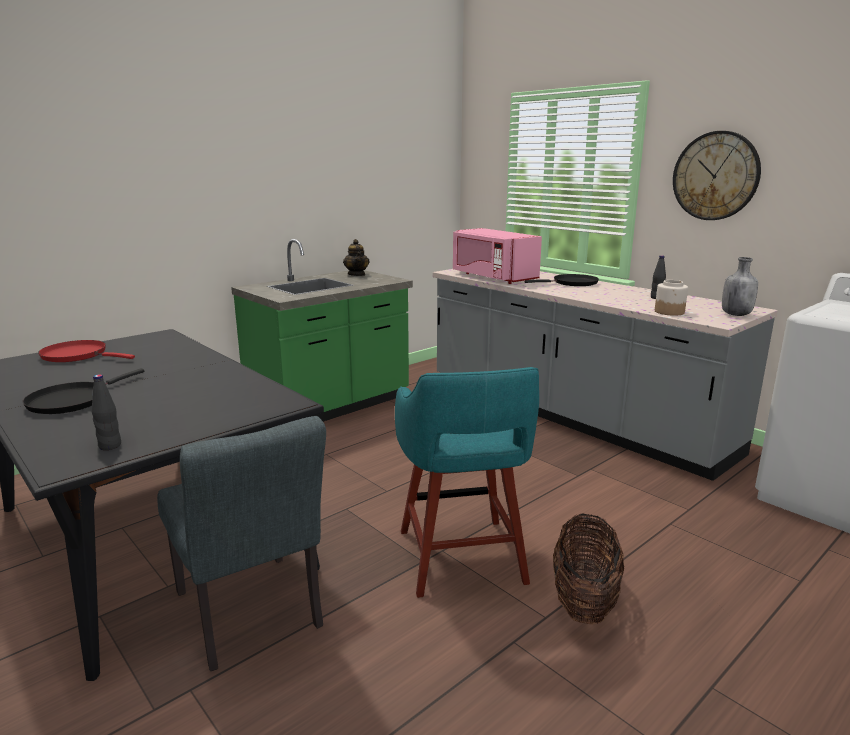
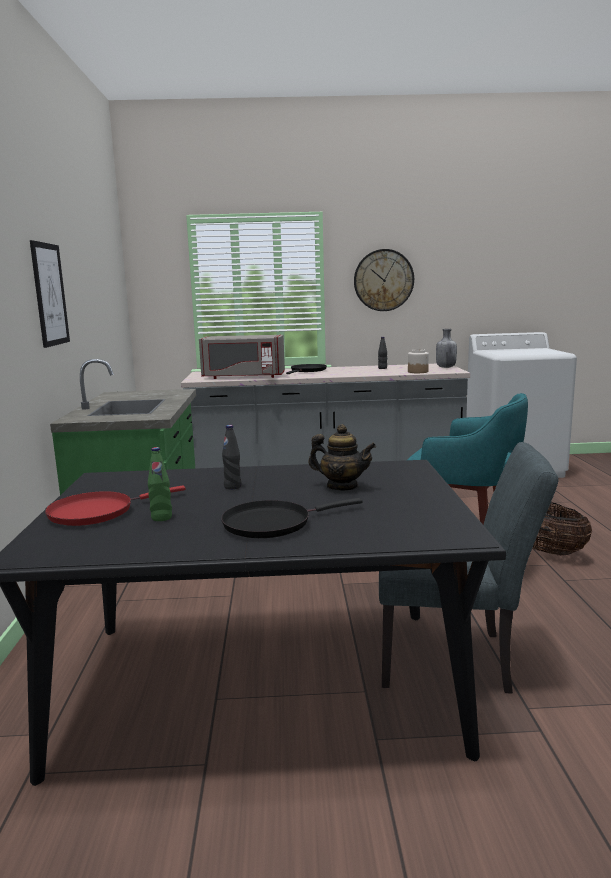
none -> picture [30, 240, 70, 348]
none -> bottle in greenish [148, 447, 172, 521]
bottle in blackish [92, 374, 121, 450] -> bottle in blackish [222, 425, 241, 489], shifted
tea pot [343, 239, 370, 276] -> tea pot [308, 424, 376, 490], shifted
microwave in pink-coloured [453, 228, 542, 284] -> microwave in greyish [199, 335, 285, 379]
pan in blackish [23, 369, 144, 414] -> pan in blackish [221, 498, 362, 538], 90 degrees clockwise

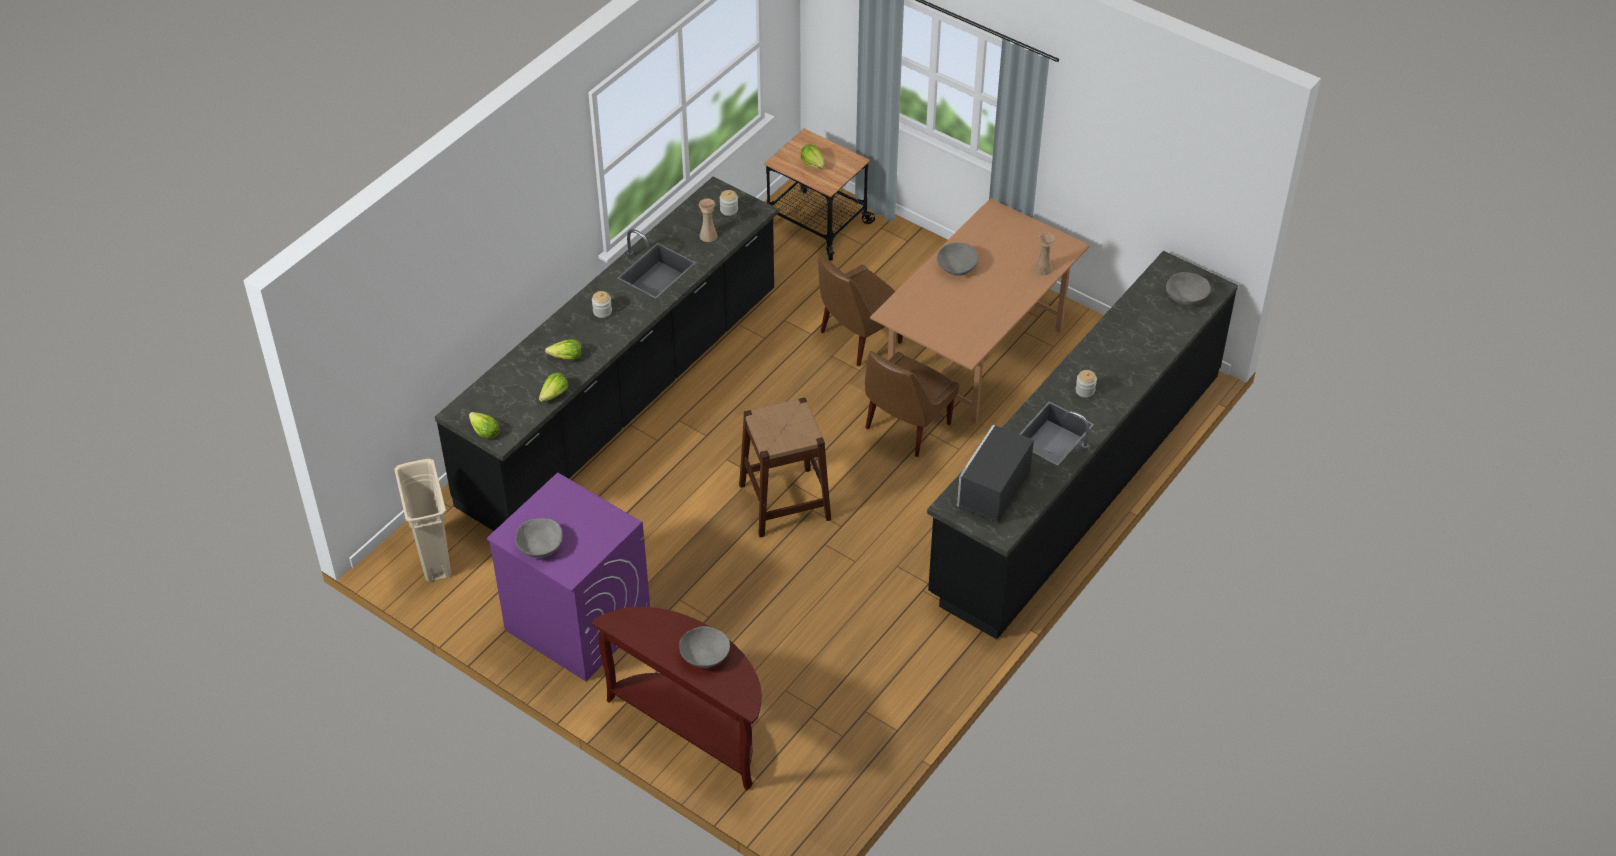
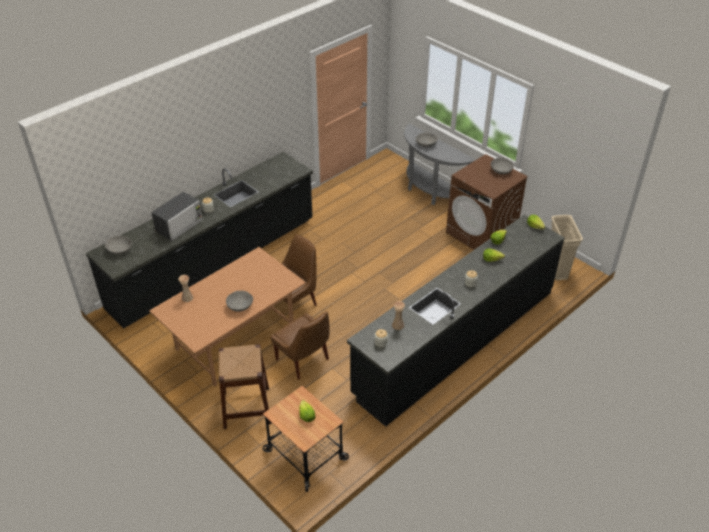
stool in brown-coloured [739, 397, 831, 537] -> stool in brown-coloured [219, 344, 272, 429], shifted
microwave [956, 424, 1034, 523] -> microwave [151, 192, 203, 241], shifted
laundry machine in purple-coloured [486, 473, 650, 681] -> laundry machine in brown-coloured [446, 154, 528, 250]
narrow table in brown-coloured [592, 607, 762, 791] -> narrow table in greyish [404, 124, 476, 205]
upright chair in brown-coloured [818, 254, 903, 366] -> upright chair in brown-coloured [271, 311, 330, 380], 75 degrees clockwise

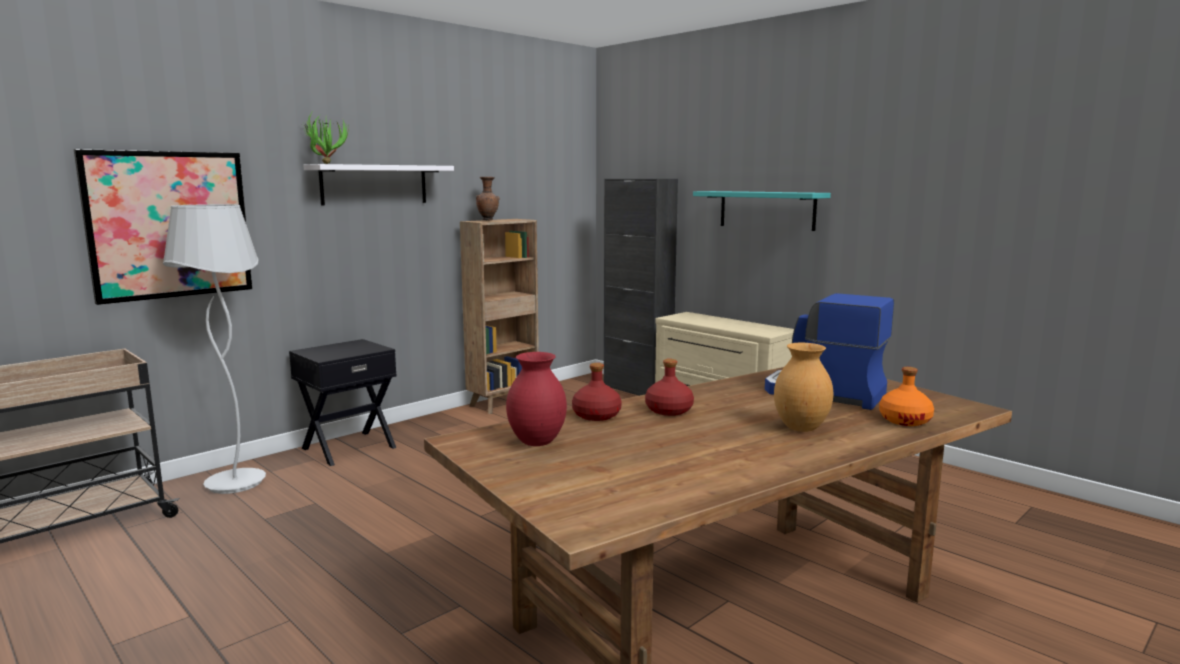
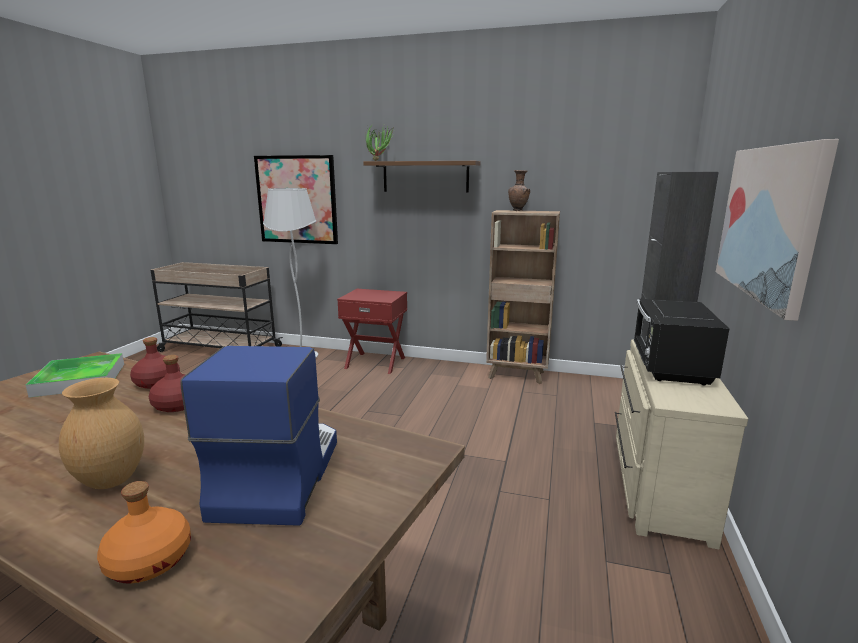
none -> microwave in blackish [634, 299, 729, 386]
decorative vase in red [506, 352, 567, 446] -> serving tray [26, 353, 124, 398]
bracket shelf in blue-green [693, 191, 831, 231] -> picture [716, 139, 839, 321]
nightstand in blackish [289, 339, 397, 466] -> nightstand in red [337, 289, 407, 374]
bracket shelf in white-coloured [303, 164, 454, 206] -> bracket shelf in brown-coloured [363, 161, 481, 193]

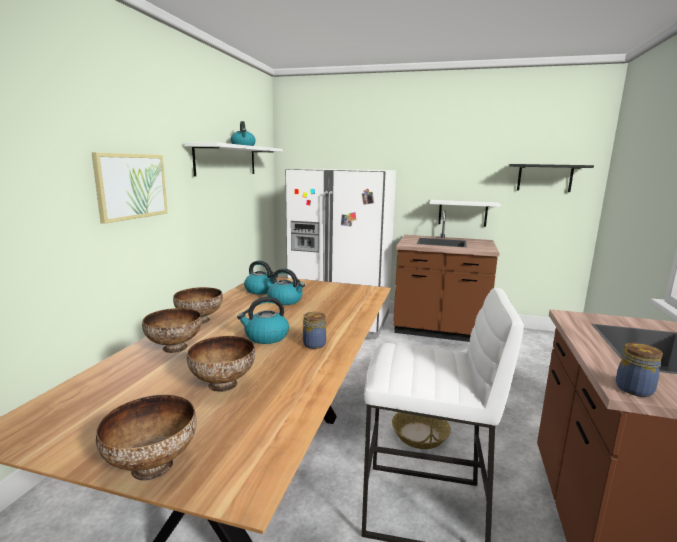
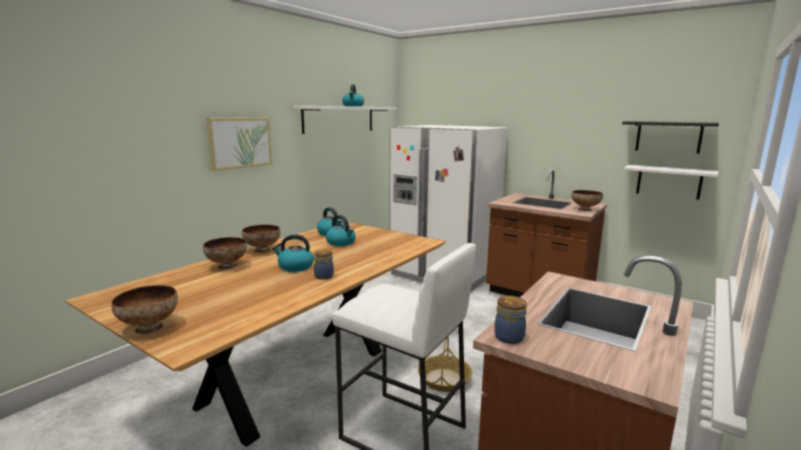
deep dish [187, 336, 255, 392] -> deep dish [571, 190, 603, 211], shifted
bracket shelf in white-coloured [429, 200, 501, 227] -> bracket shelf in white-coloured [623, 165, 718, 200], shifted

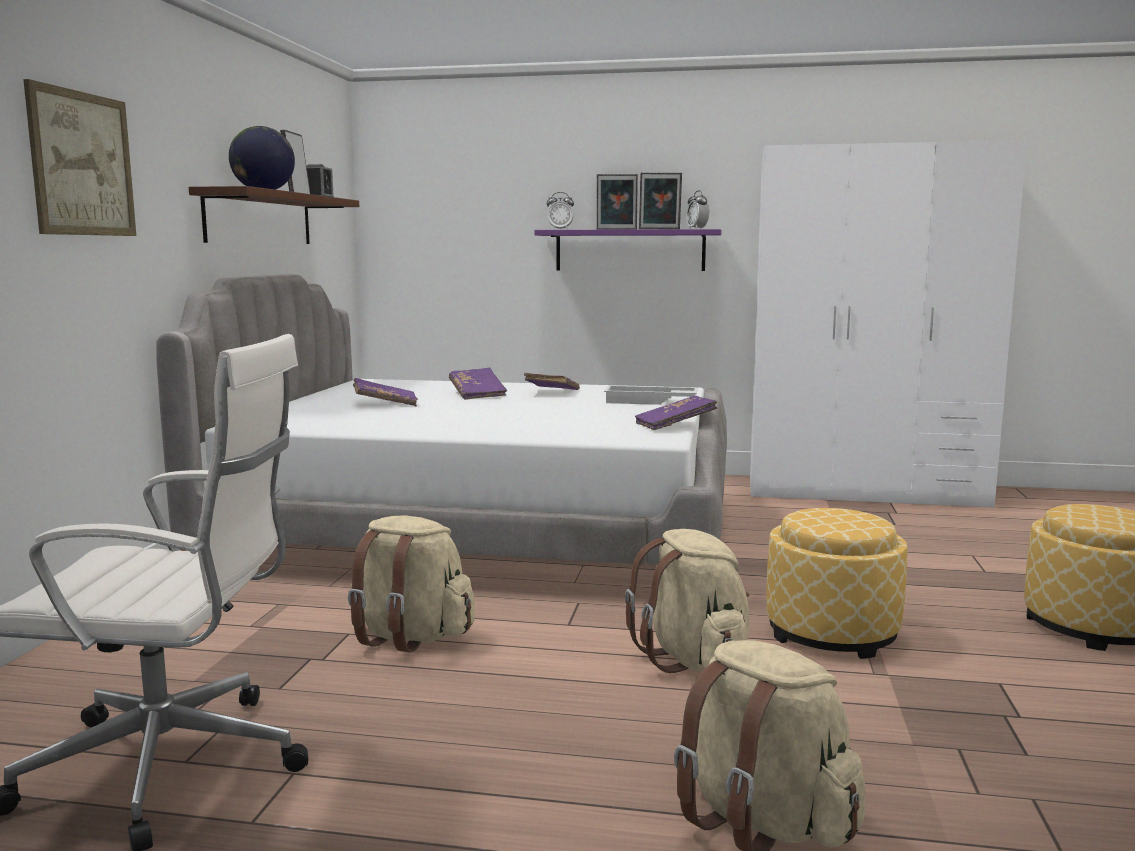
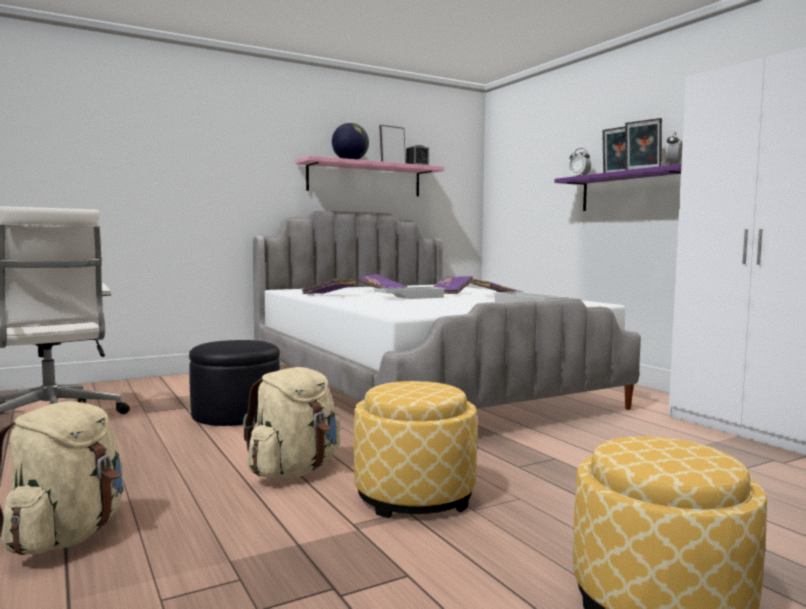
picture [23, 79, 136, 236] -> none
none -> serving tray in white-coloured [373, 287, 446, 299]
book in purple-coloured [635, 396, 718, 430] -> book in purple-coloured [302, 279, 356, 294], shifted
backpack in beige-coloured [348, 515, 475, 652] -> pouffe in blackish [189, 340, 280, 426]
bracket shelf in brown-coloured [189, 186, 359, 244] -> bracket shelf in pink-coloured [295, 156, 444, 196]

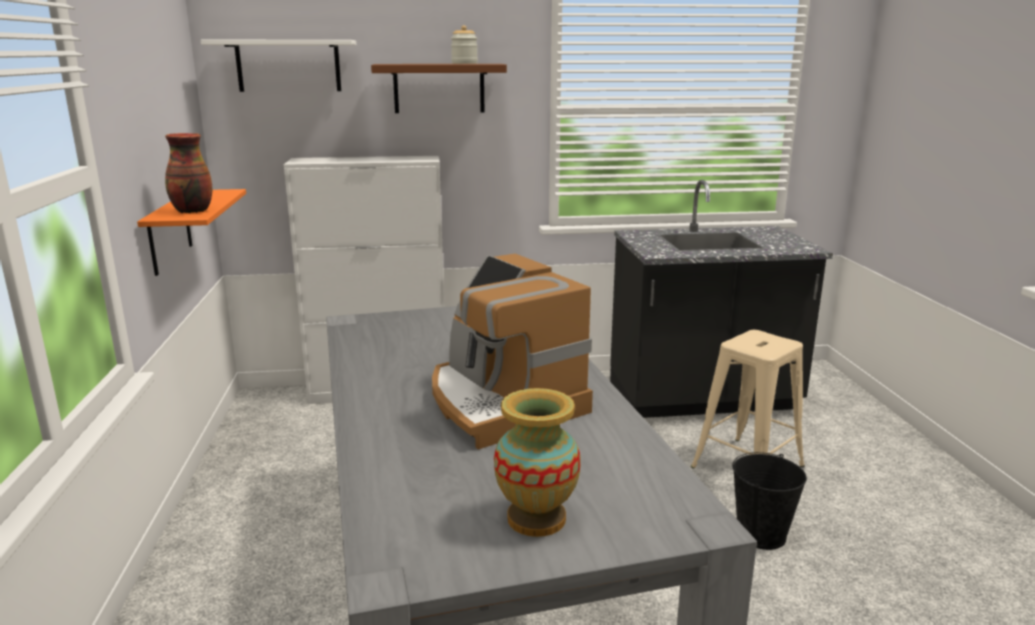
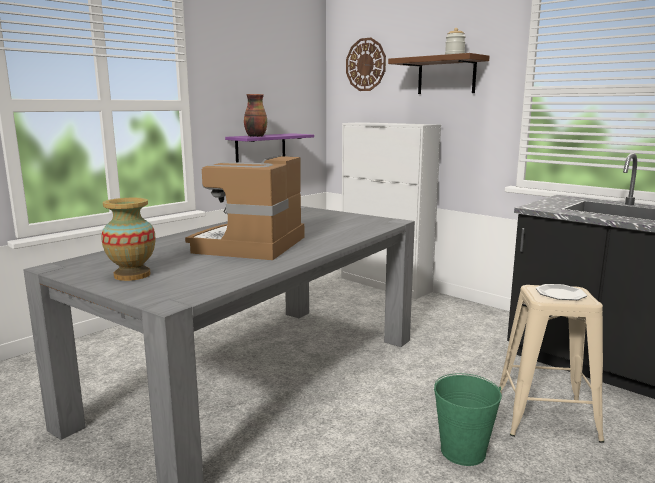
none -> dinner plate [536, 284, 587, 300]
bracket shelf in white-coloured [201, 40, 356, 92] -> wall clock [346, 37, 386, 91]
bracket shelf in orange-coloured [137, 189, 246, 276] -> bracket shelf in purple-coloured [225, 133, 314, 163]
pail in blackish [732, 452, 807, 550] -> pail in greenish [434, 373, 502, 466]

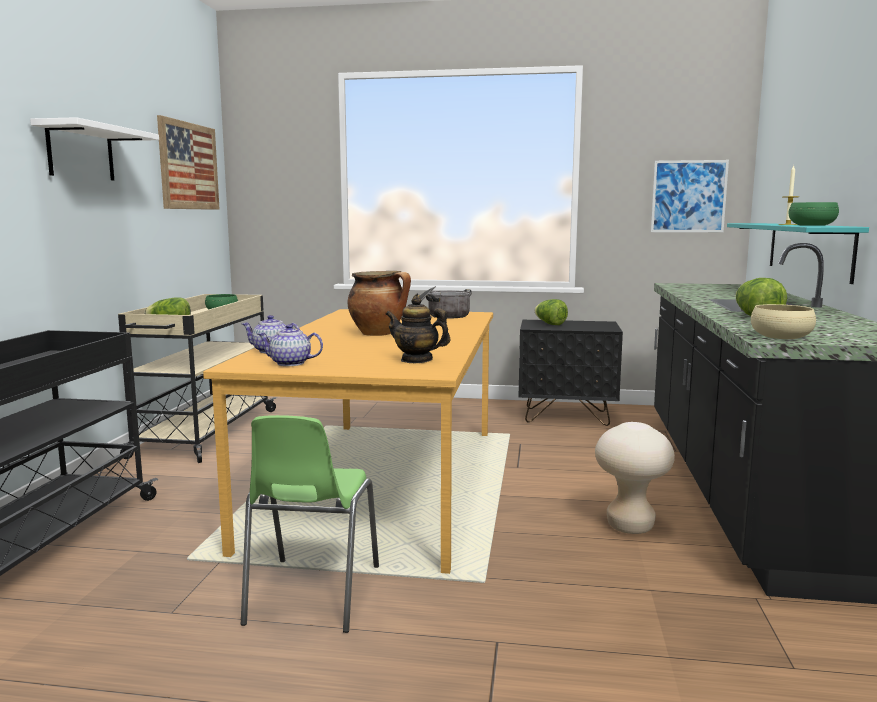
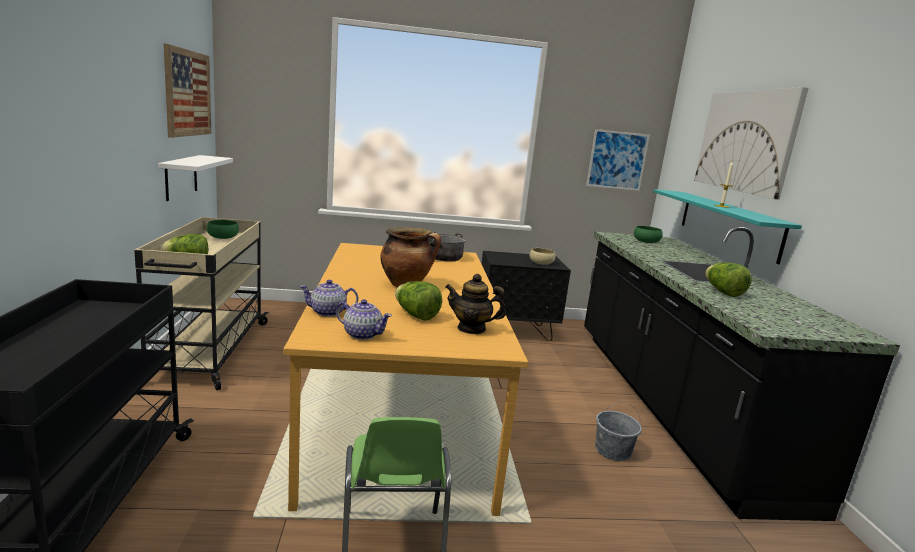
none -> picture [694, 87, 808, 200]
bracket shelf in white-coloured [30, 117, 159, 181] -> bracket shelf in white-coloured [158, 155, 233, 201], shifted
lettuce [535, 299, 568, 325] -> lettuce [395, 281, 442, 321], shifted
deep dish in beige-coloured [751, 304, 816, 339] -> deep dish in beige-coloured [530, 248, 556, 265], shifted
deep dish in greenish [789, 202, 839, 226] -> deep dish in greenish [634, 226, 663, 243], shifted
stool in beige-coloured [595, 422, 675, 534] -> pail in greyish [595, 402, 642, 461]
tea pot [258, 324, 323, 366] -> tea pot [336, 299, 392, 340], 150 degrees counterclockwise

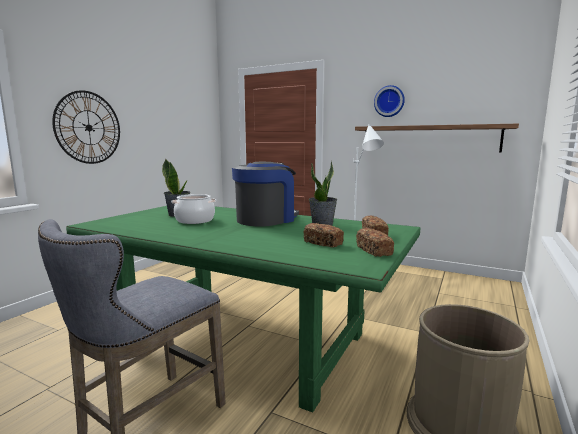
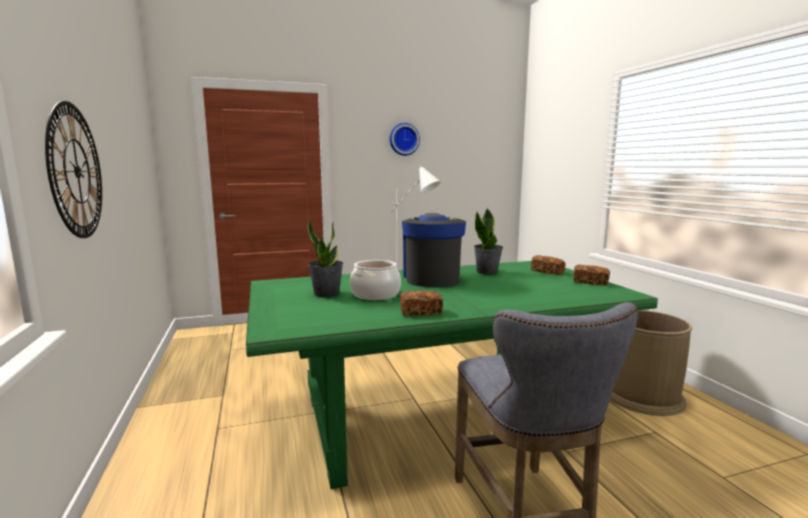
bracket shelf [355, 124, 519, 152] -> none
baked bread [304, 223, 344, 248] -> baked bread [400, 290, 443, 316], shifted

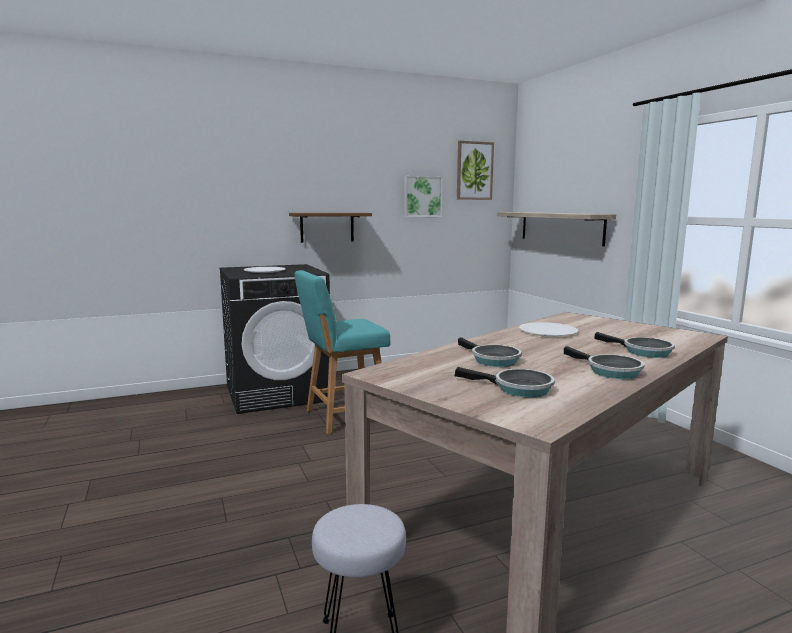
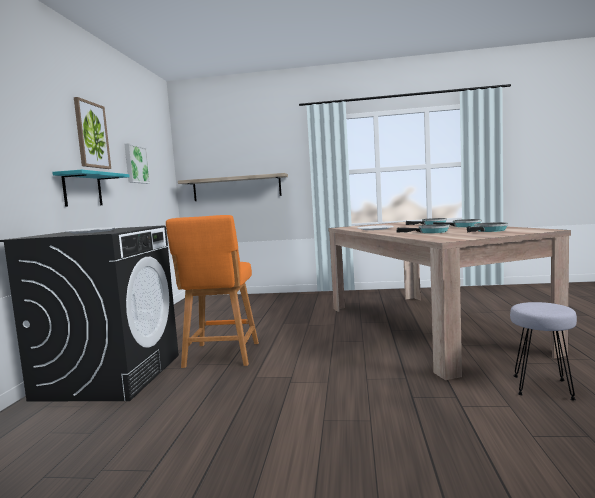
picture [457, 141, 494, 200] -> picture [74, 97, 111, 169], shifted
bracket shelf in brown-coloured [289, 213, 372, 243] -> bracket shelf in blue-green [52, 170, 130, 207]
stool in blue-green [295, 270, 391, 434] -> stool in orange-coloured [166, 215, 259, 368]

